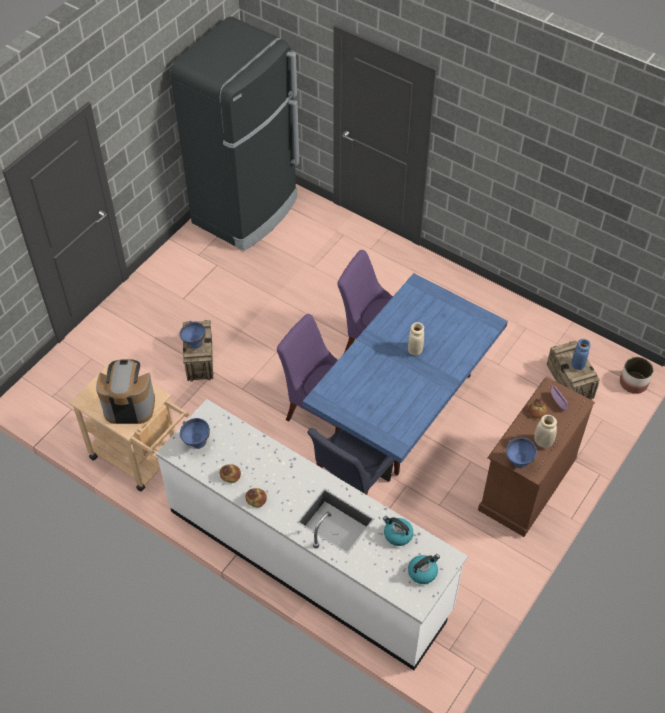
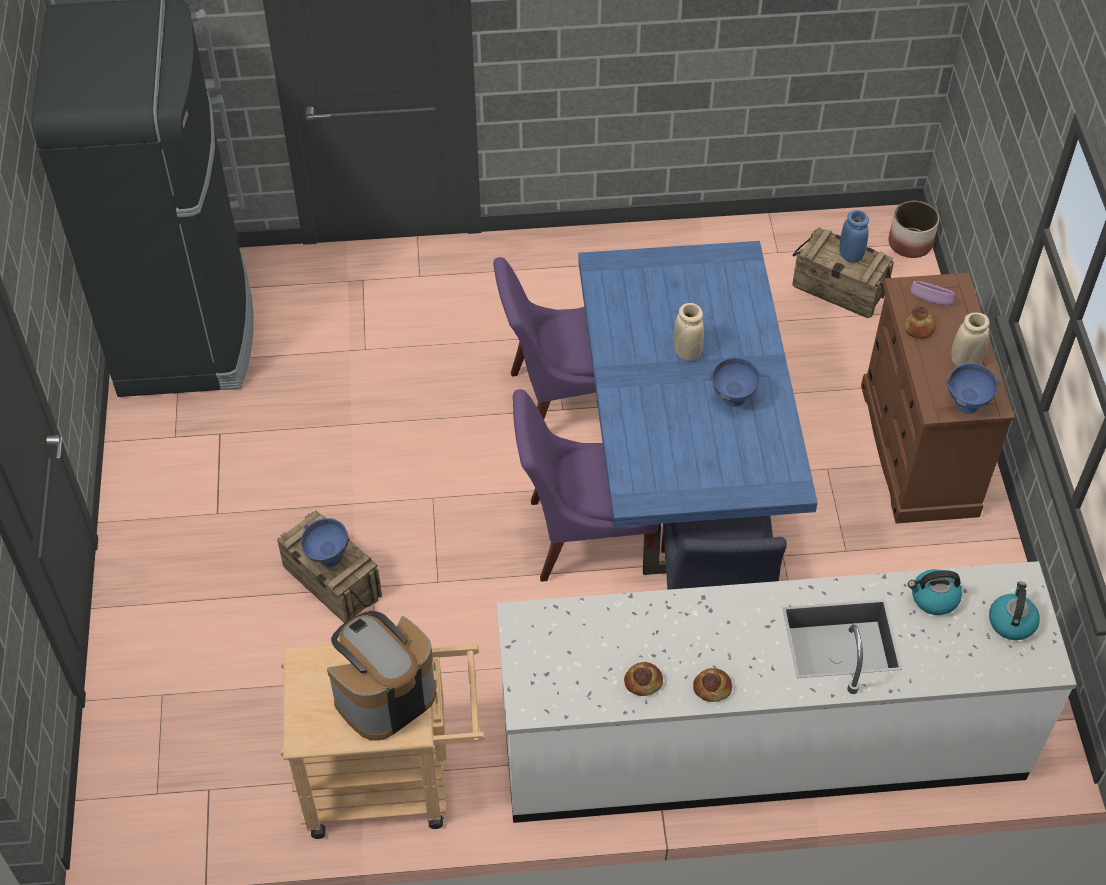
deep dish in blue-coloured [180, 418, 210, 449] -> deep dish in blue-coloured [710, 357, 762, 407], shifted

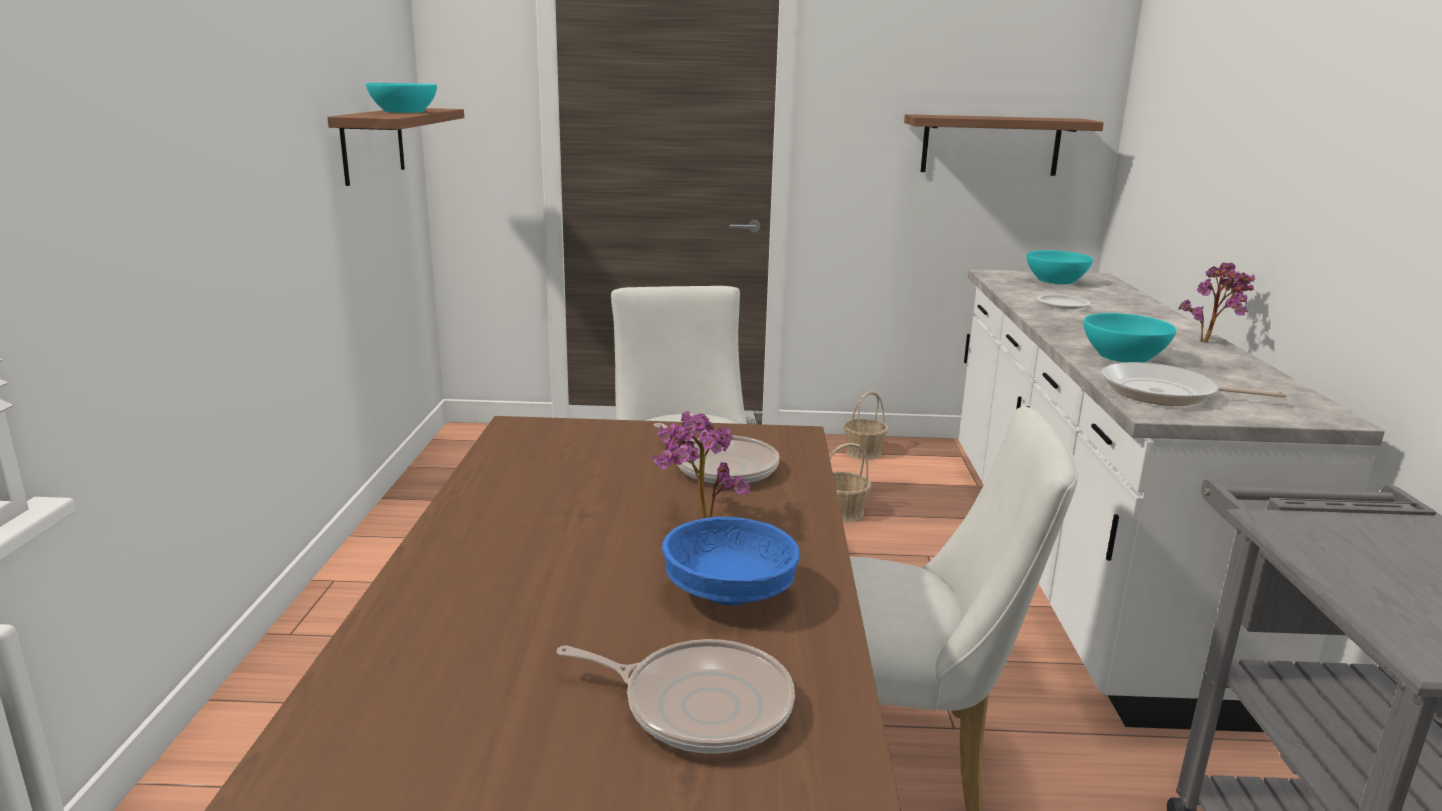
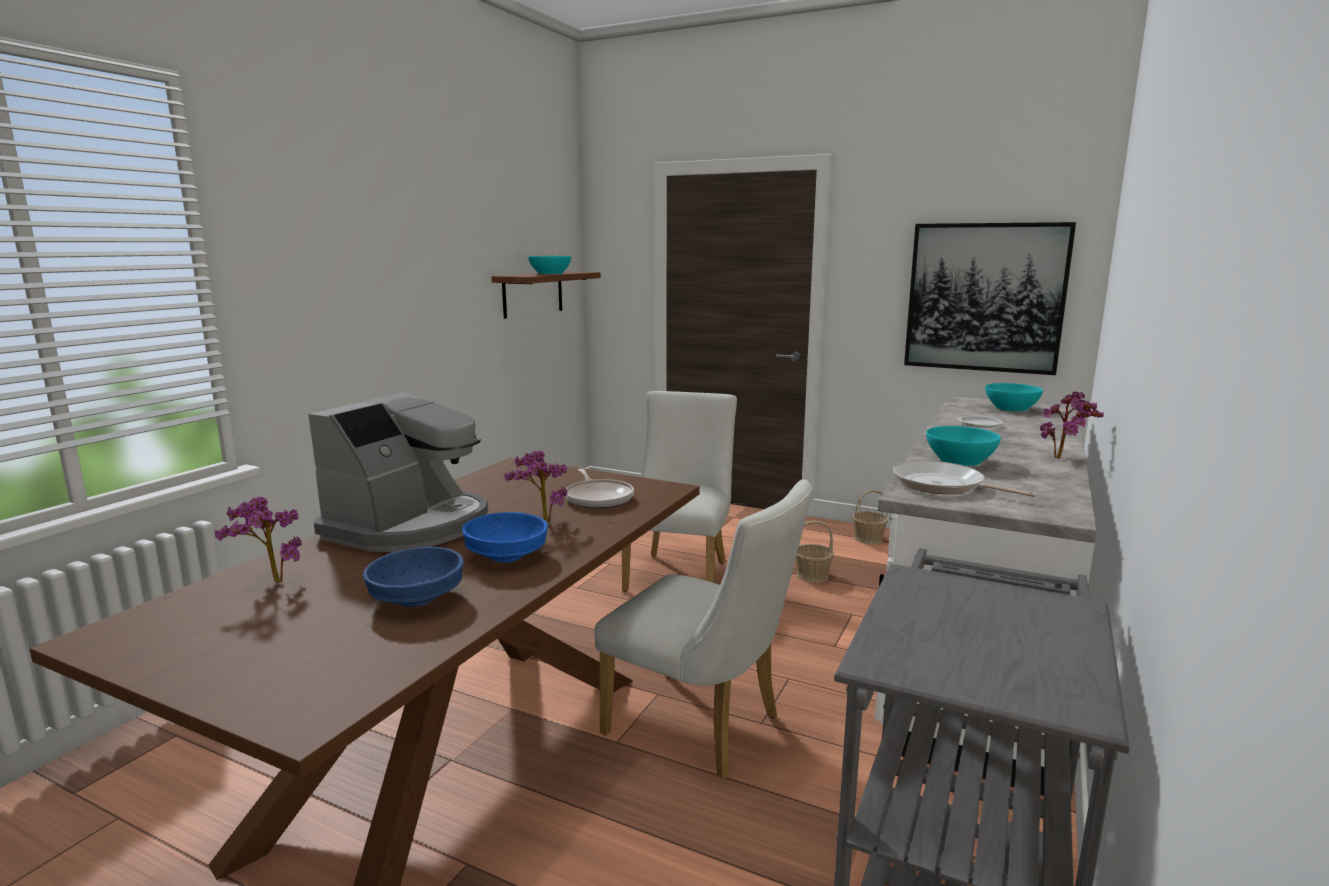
none -> plant in a pot [215, 497, 302, 583]
none -> coffee machine [308, 392, 488, 552]
pan [557, 639, 795, 754] -> deep dish in blue-coloured [362, 547, 464, 607]
bracket shelf [904, 114, 1104, 176] -> picture [904, 222, 1076, 375]

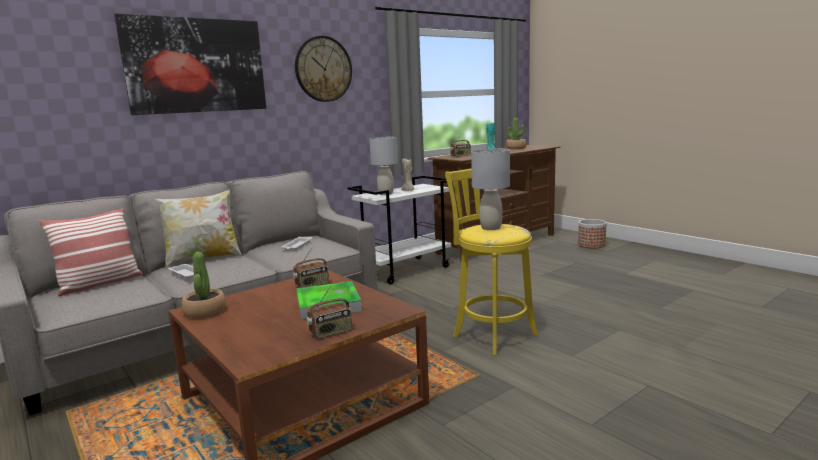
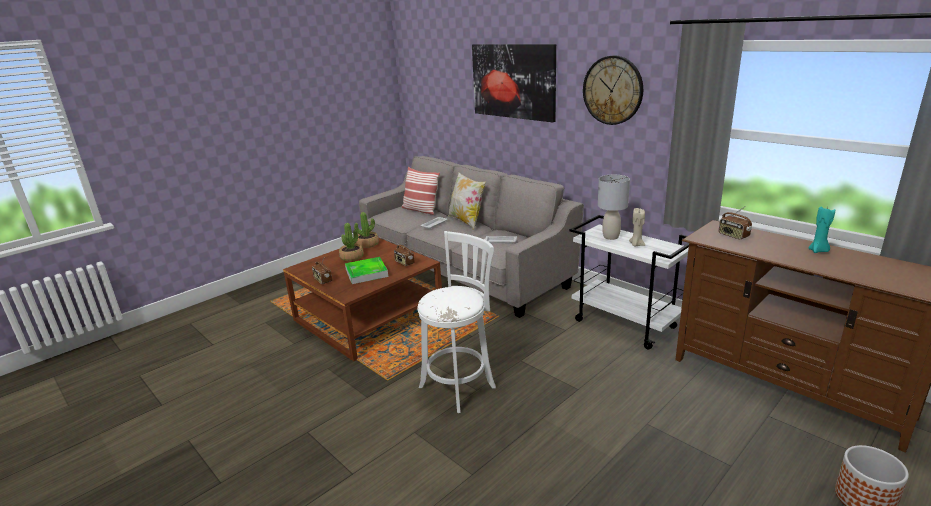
table lamp in greyish [471, 149, 510, 230] -> none
plant in a pot [506, 118, 526, 149] -> plant in a pot [339, 223, 363, 261], shifted
stool in yellowish [445, 169, 538, 355] -> stool in white-coloured [417, 231, 496, 413]

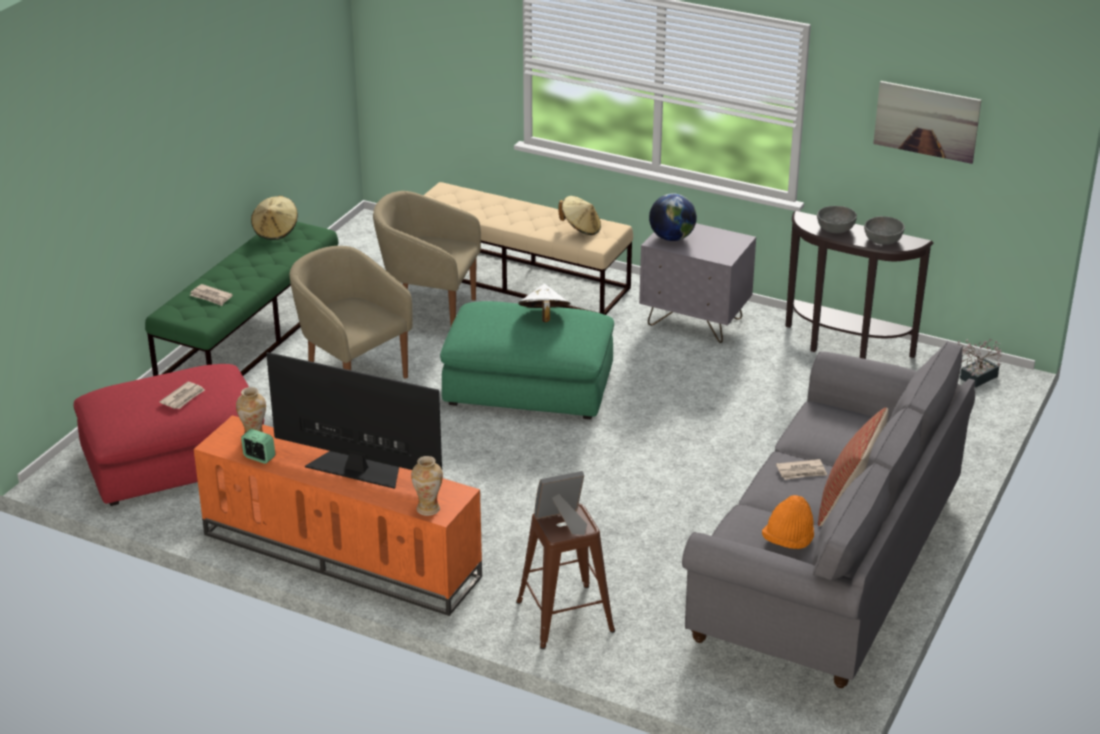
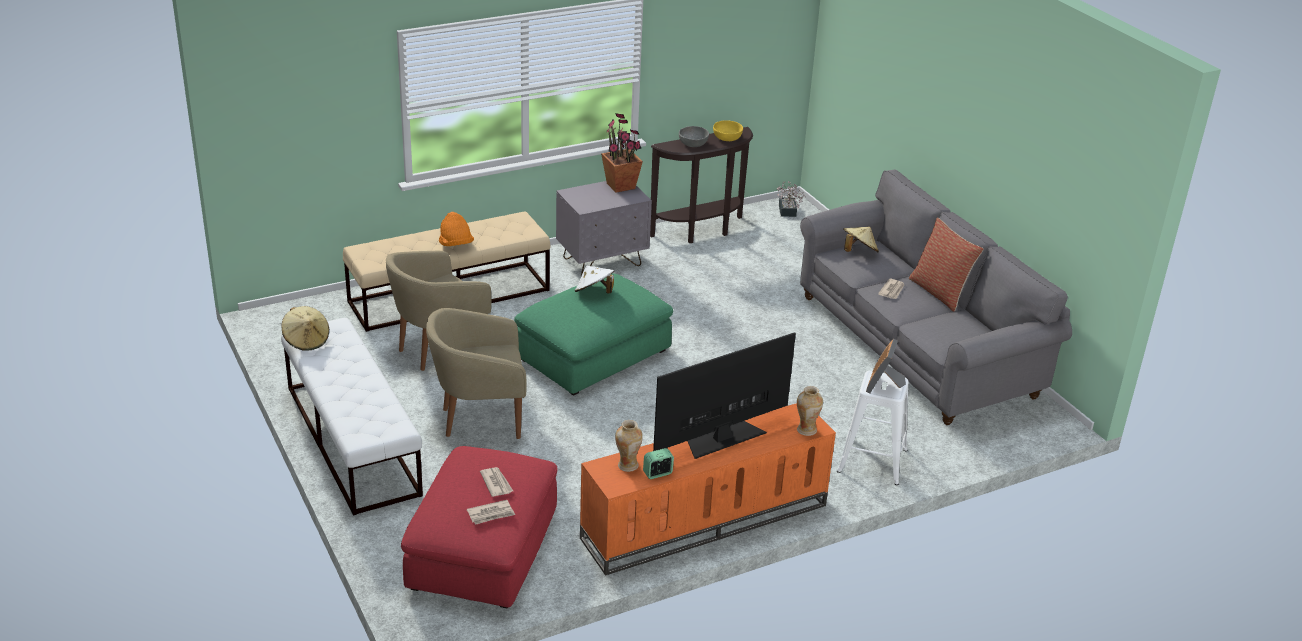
world globe [649, 194, 697, 241] -> none
picture [873, 81, 982, 164] -> none
none -> plant in a pot [601, 113, 643, 193]
daily paper [190, 284, 233, 306] -> daily paper [467, 500, 515, 525], shifted
clothing hat in beige-coloured [558, 196, 601, 235] -> clothing hat in beige-coloured [843, 227, 879, 253], shifted
clothing hat in orange-coloured [762, 495, 814, 549] -> clothing hat in orange-coloured [439, 212, 474, 246], shifted
long seat in greenish [145, 222, 339, 376] -> long seat in white-coloured [281, 318, 423, 516]
stool in brown-coloured [516, 503, 615, 649] -> stool in white-coloured [837, 371, 909, 485]
deep dish in greyish [864, 216, 905, 245] -> deep dish in yellowish [713, 120, 743, 141]

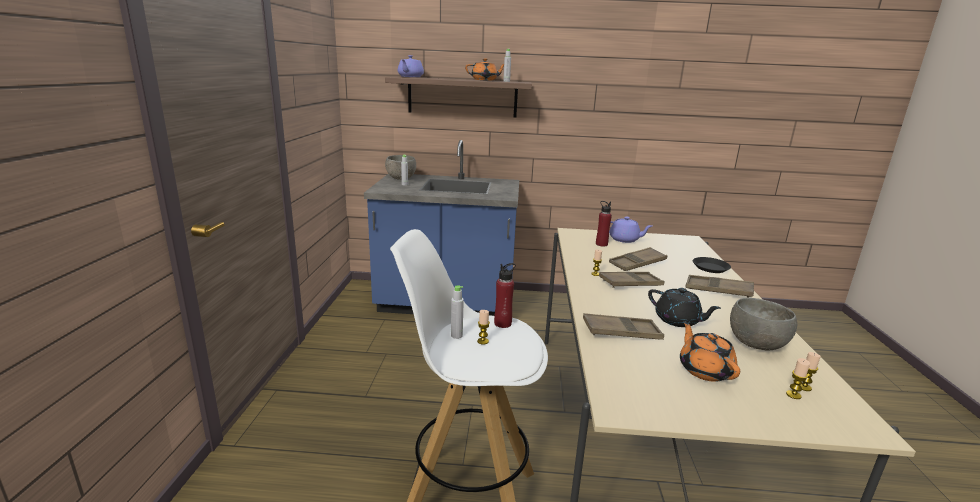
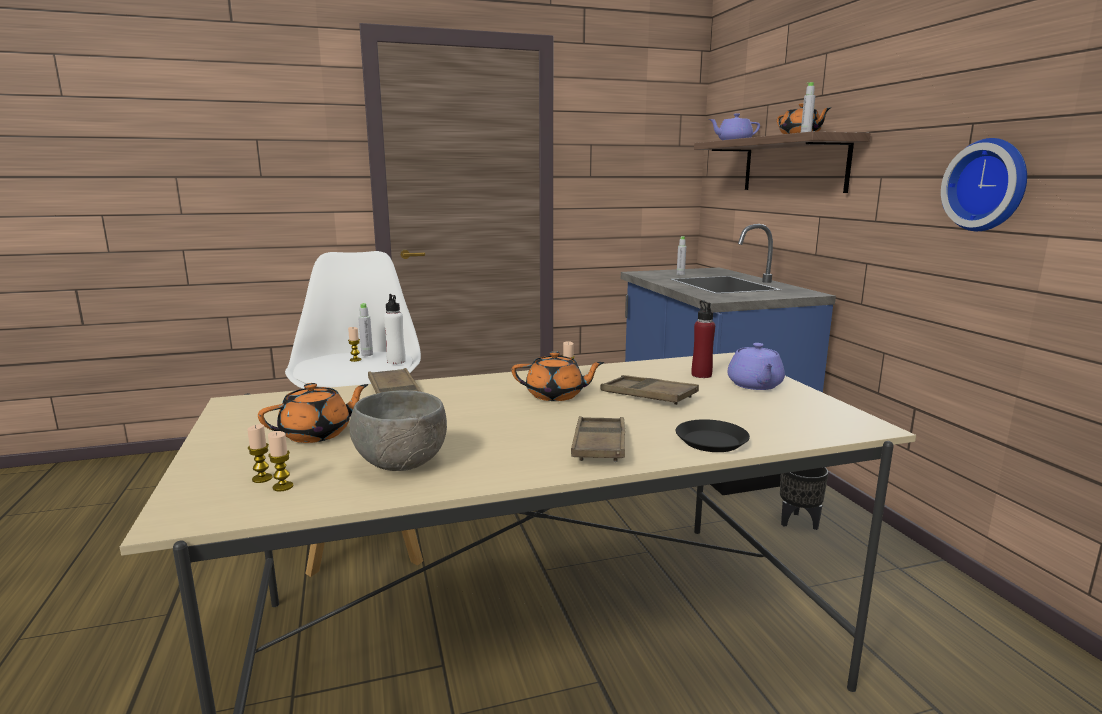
deep dish in greyish [385, 155, 416, 180] -> none
tea pot in blackish [648, 288, 721, 327] -> none
none -> planter in blackish [780, 467, 829, 530]
none -> wall clock [941, 138, 1027, 231]
serving tray in brown-coloured [599, 272, 664, 288] -> tea pot in orange-coloured [512, 351, 605, 401]
bottle in red [494, 263, 516, 328] -> bottle in white-coloured [384, 294, 406, 364]

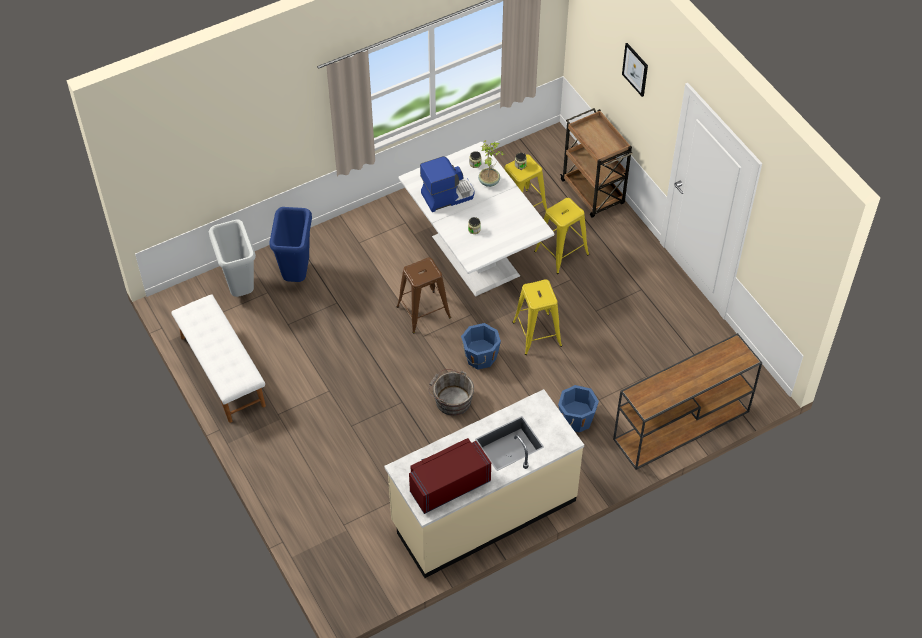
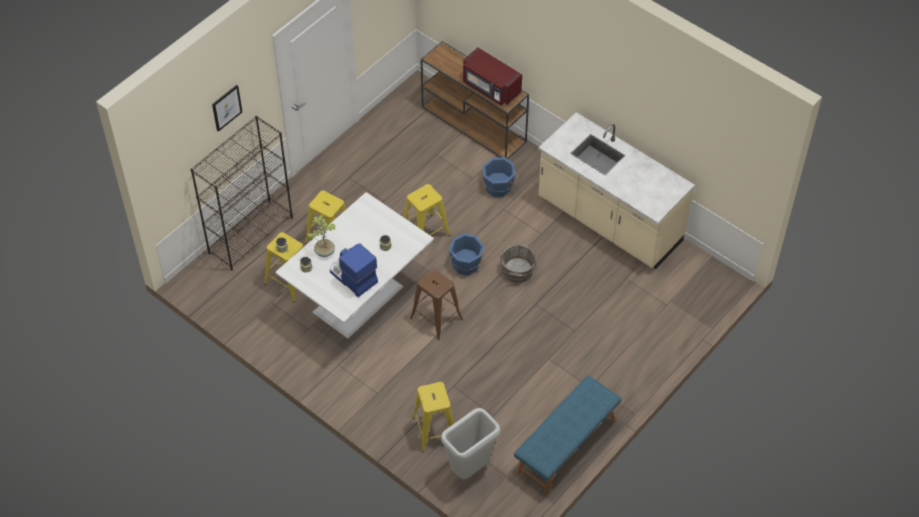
microwave in red [409, 438, 491, 514] -> microwave in red [463, 48, 522, 105], shifted
waste bin in blue-coloured [270, 207, 312, 282] -> stool in yellowish [412, 382, 454, 452]
cart in brown-coloured [560, 108, 633, 218] -> bookshelf in blackish [191, 116, 293, 271]
long seat in white-coloured [171, 294, 266, 423] -> long seat in blue-coloured [514, 376, 622, 495]

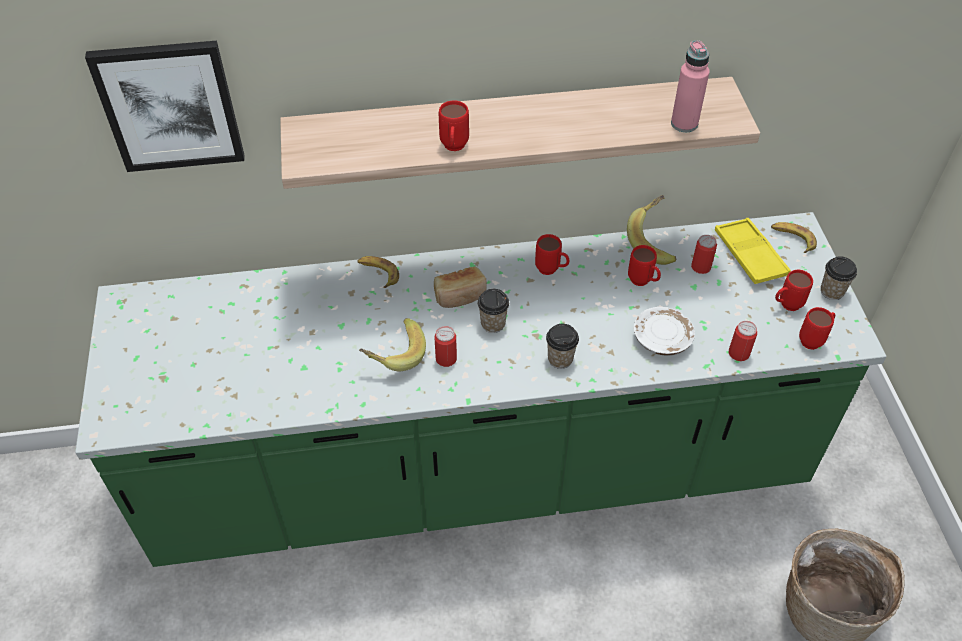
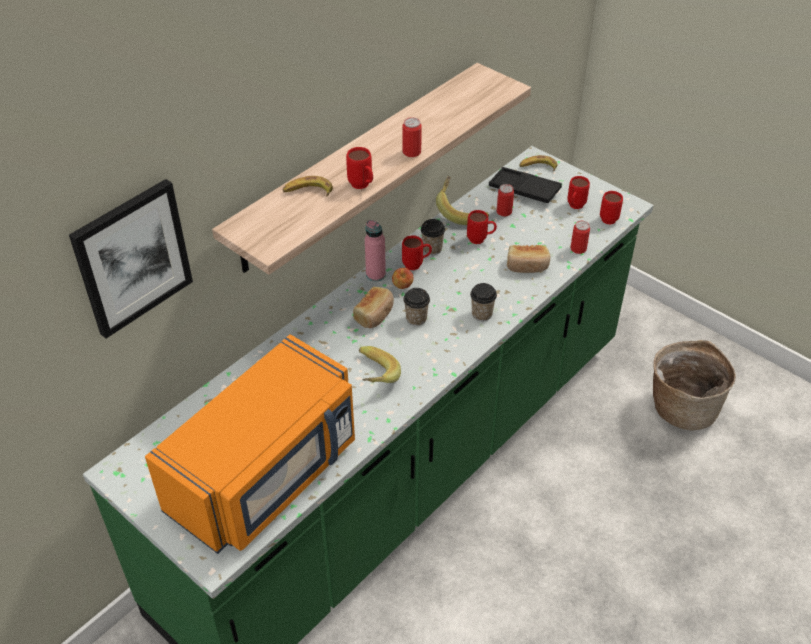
none -> microwave in orange-coloured [145, 334, 355, 554]
none -> apple fruit [392, 268, 413, 289]
whole banana [357, 256, 399, 288] -> whole banana [283, 176, 333, 196], shifted
can [435, 326, 457, 367] -> can [402, 117, 422, 157], shifted
bottle in pink-coloured [671, 40, 710, 132] -> bottle in pink-coloured [365, 220, 386, 281], shifted
small cup [821, 256, 857, 300] -> small cup [421, 219, 445, 255], shifted
dinner plate in white-coloured [634, 307, 695, 355] -> baked bread [507, 245, 551, 273]
serving tray in yellowish [715, 218, 791, 284] -> serving tray in blackish [489, 167, 562, 203]

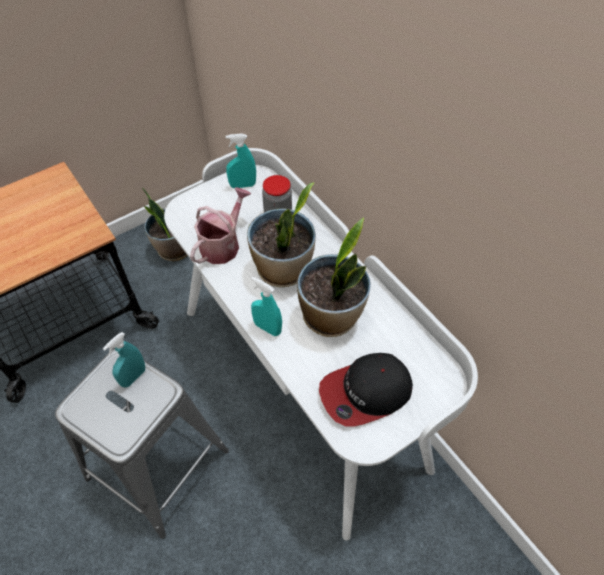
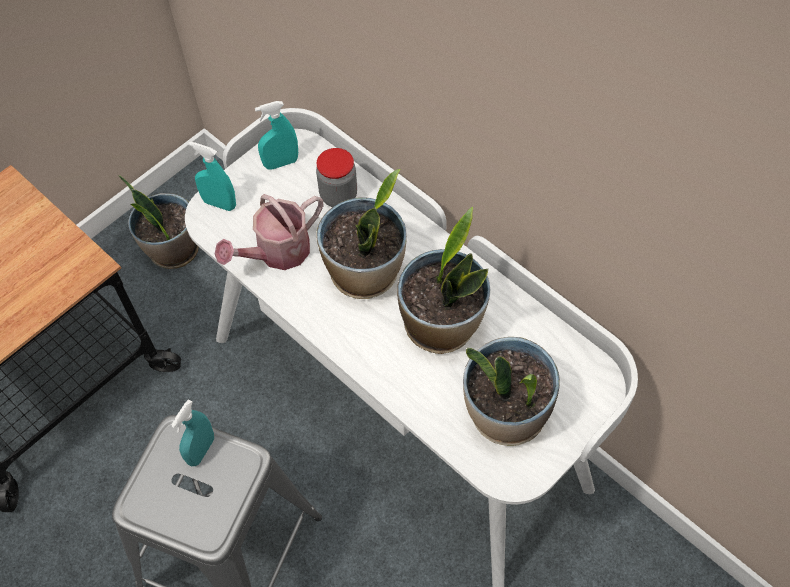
spray bottle in blue-green [251, 277, 282, 336] -> spray bottle in blue-green [188, 141, 236, 211], shifted
peaked cap [319, 353, 413, 427] -> plant in a pot [463, 337, 560, 446]
watering pot [190, 187, 251, 264] -> watering pot [215, 194, 323, 270], 150 degrees counterclockwise

